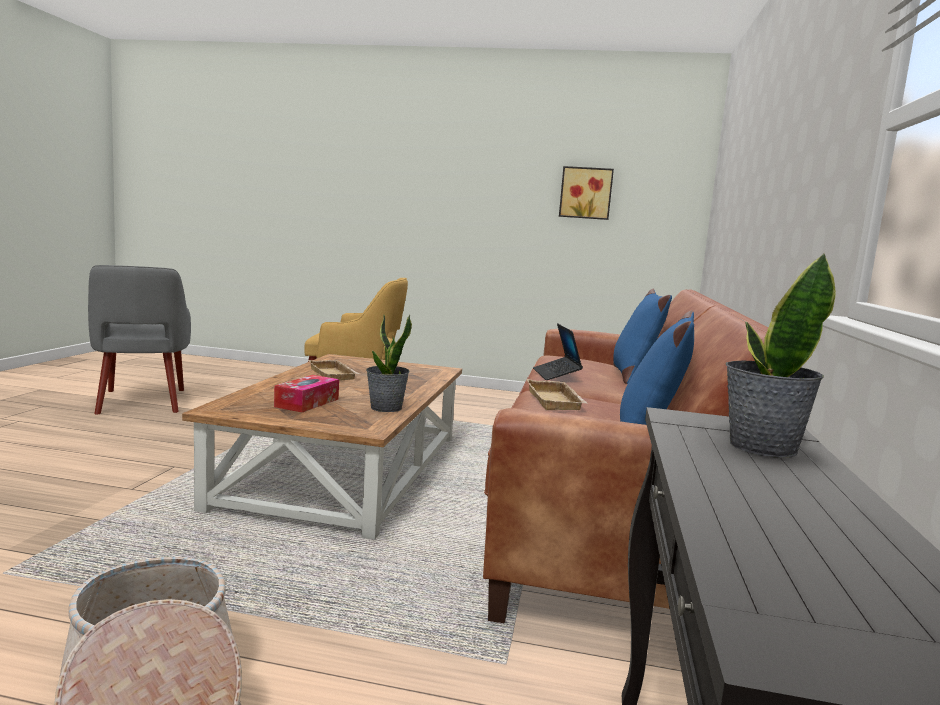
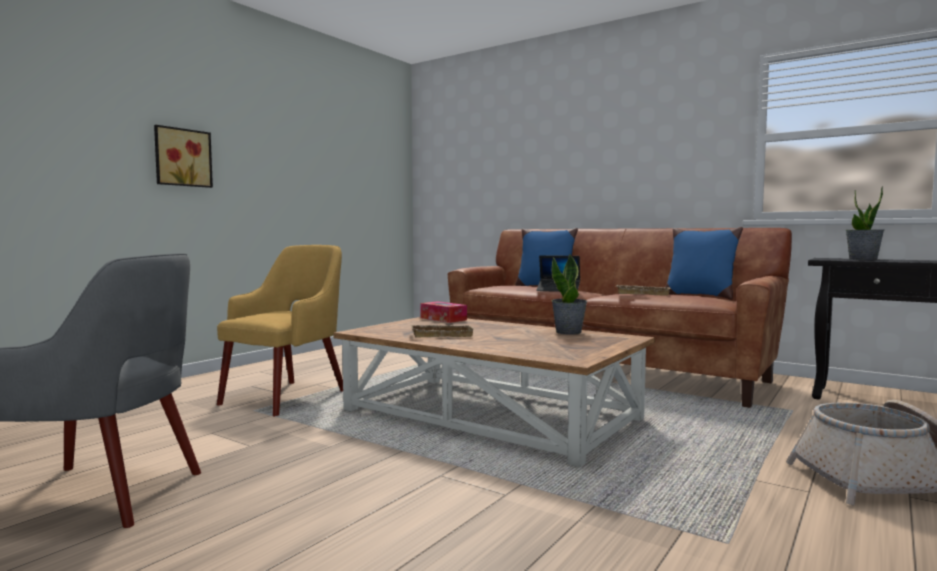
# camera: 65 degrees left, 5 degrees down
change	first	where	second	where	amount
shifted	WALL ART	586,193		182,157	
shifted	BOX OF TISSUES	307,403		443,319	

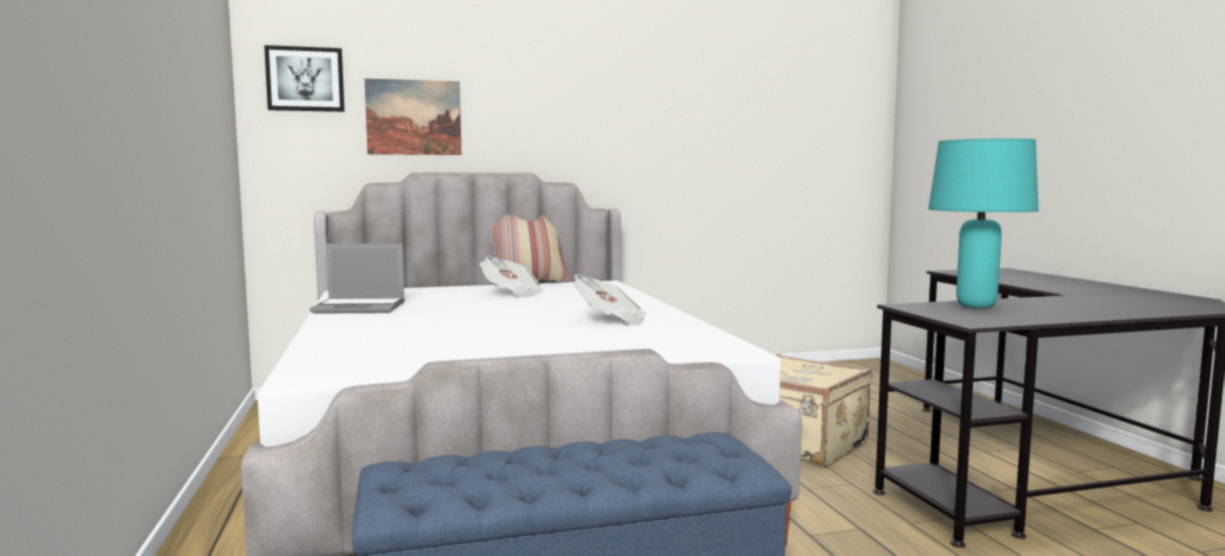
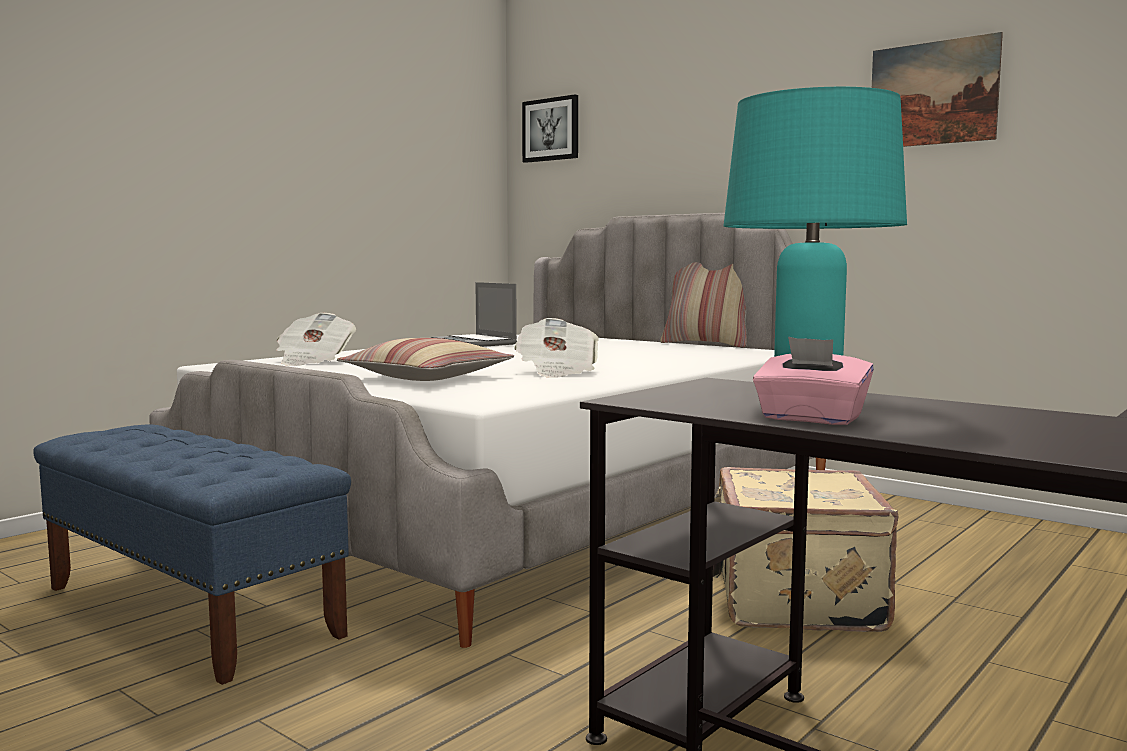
# camera: 55 degrees right, 0 degrees up
change	first	where	second	where	amount
shifted	WALL ART	413,117		933,93	
shifted	DAILY PAPER	511,293		313,361	
new			PINK BOX OF TISSUES	810,419	
new			PILLOW	427,377	

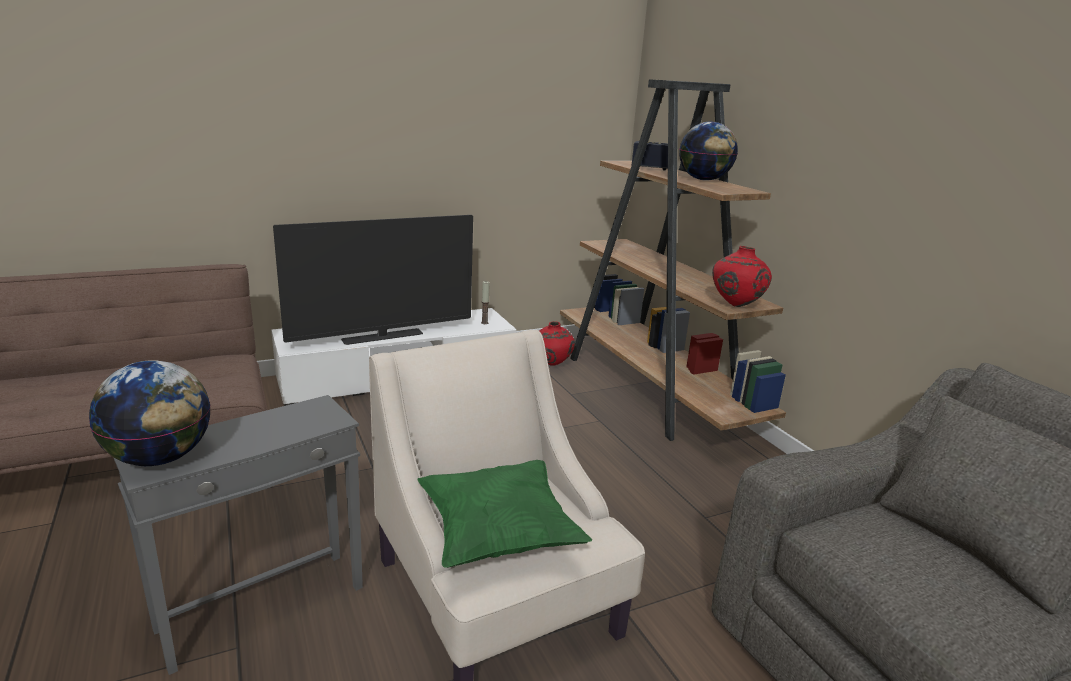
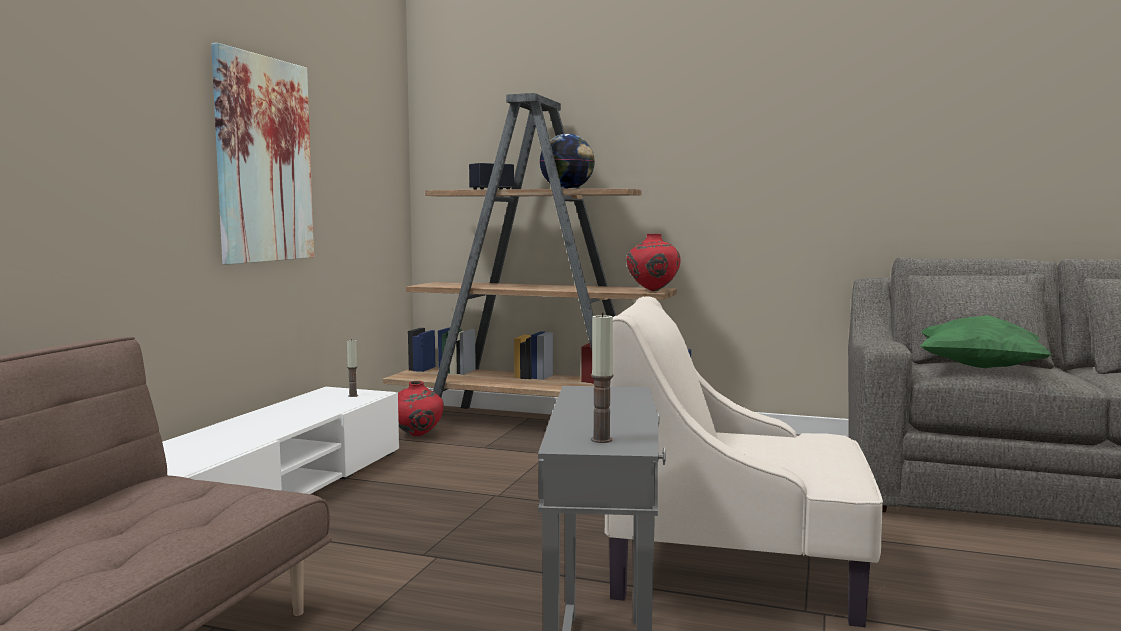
# camera: 45 degrees left, 15 degrees down
change	first	where	second	where	amount
gone	TELEVISION	382,337			
swapped	GLOBE	160,458	WAX CANDLE	601,440	
shifted	GREENISH PILLOW	498,535		979,368	
new			WALL ART	264,160	

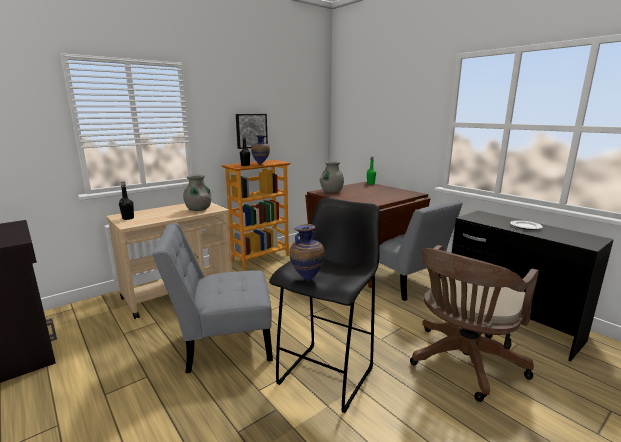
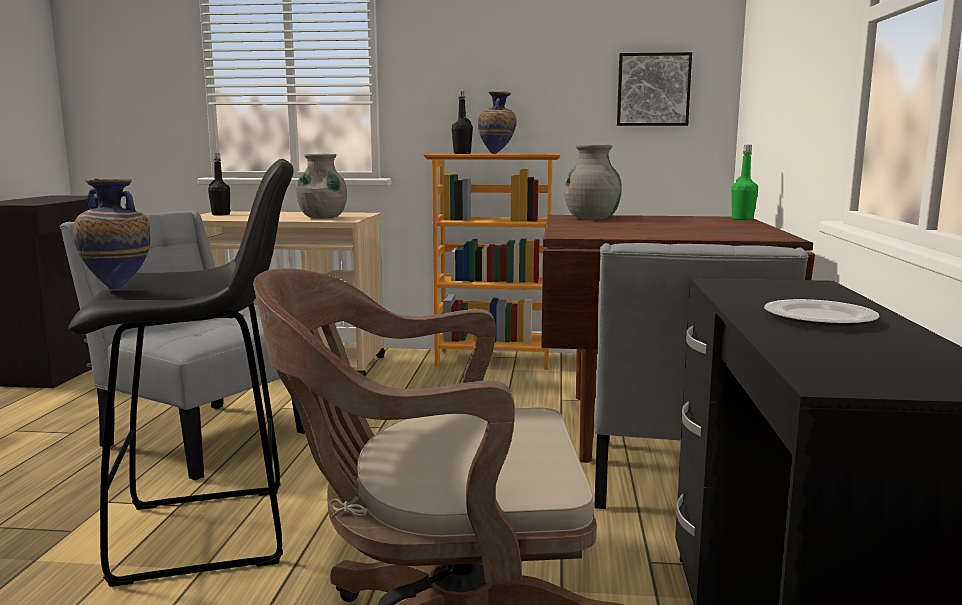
# camera: 45 degrees right, 5 degrees down
change	first	where	second	where	amount
shifted	WALL ART	251,130		653,90	

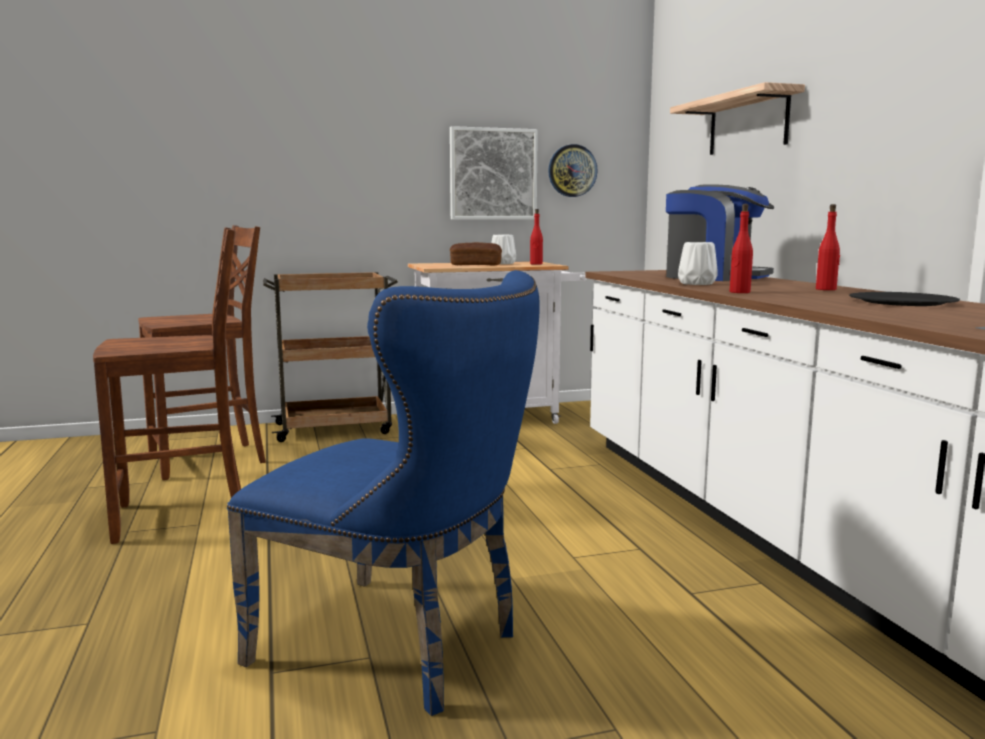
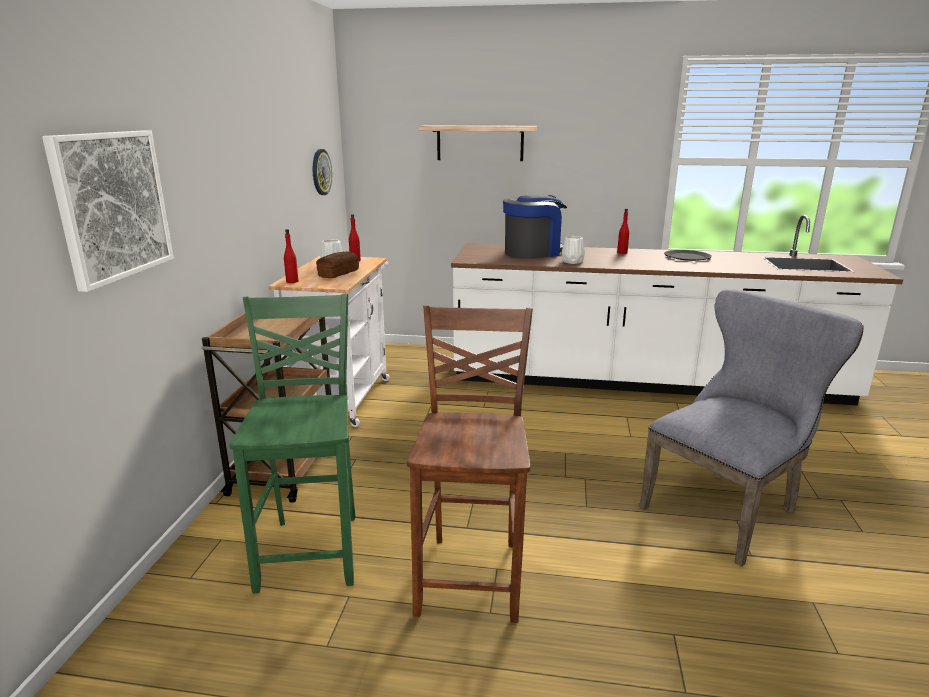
# camera: 65 degrees left, 10 degrees up
change	first	where	second	where	amount
shifted	WALL ART	493,174		112,206	
shifted	RED-COLOURED BOTTLE	739,292		292,281	
repainted	BROWN-COLOURED PLAIN CHAIR	210,460	GREENISH PLAIN CHAIR	313,550	
repainted	BLUE-COLOURED PLAIN CHAIR	403,647	GRAY PLAIN CHAIR	727,508	

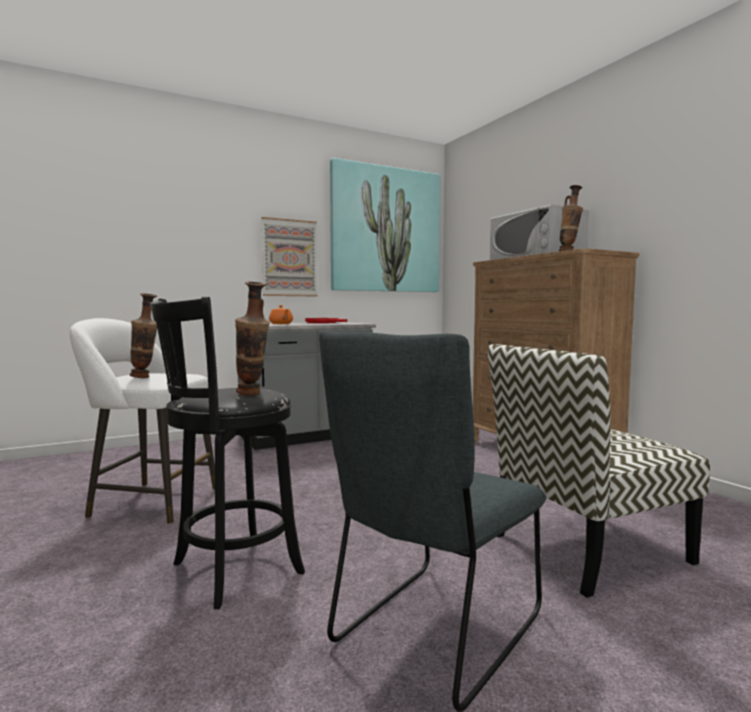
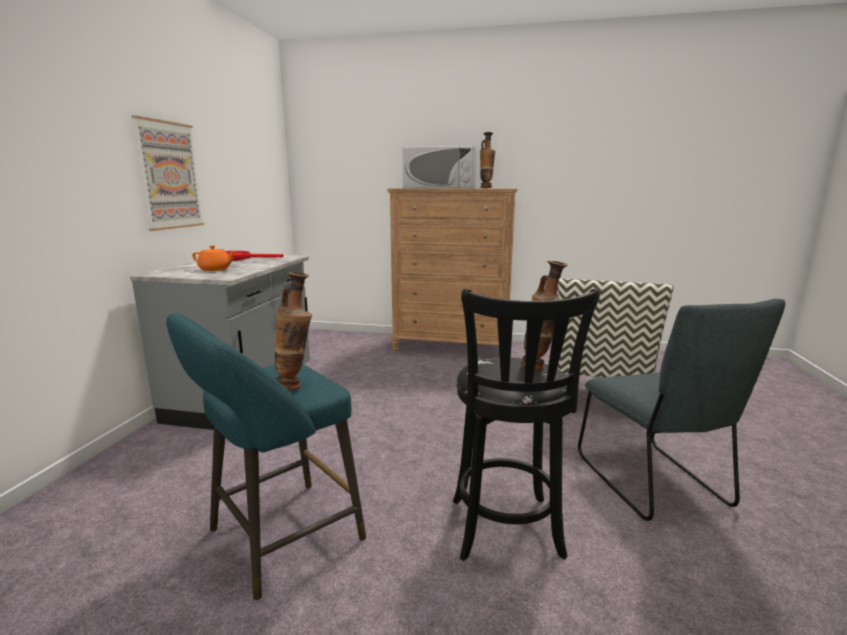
# camera: 50 degrees left, 10 degrees up
change	first	where	second	where	amount
gone	WALL ART	385,230			
repainted	WHITE-COLOURED SITTING STOOL	149,502	TURQUOISE-COLOURED SITTING STOOL	278,539	

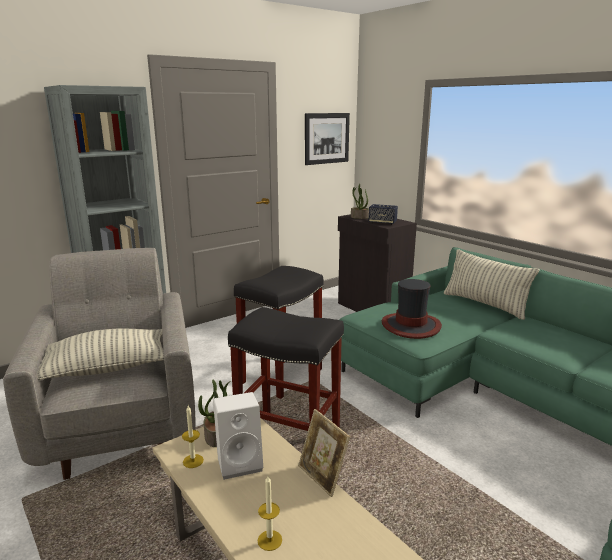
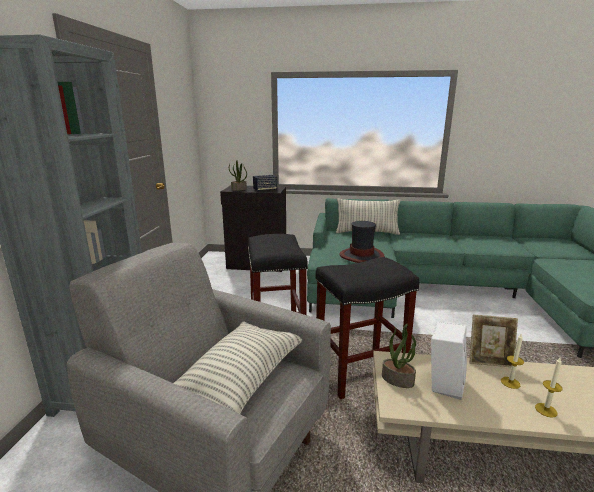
# camera: 45 degrees left, 0 degrees up
change	first	where	second	where	amount
gone	WALL ART	327,138			
shifted	WAX CANDLE	193,461		510,382	

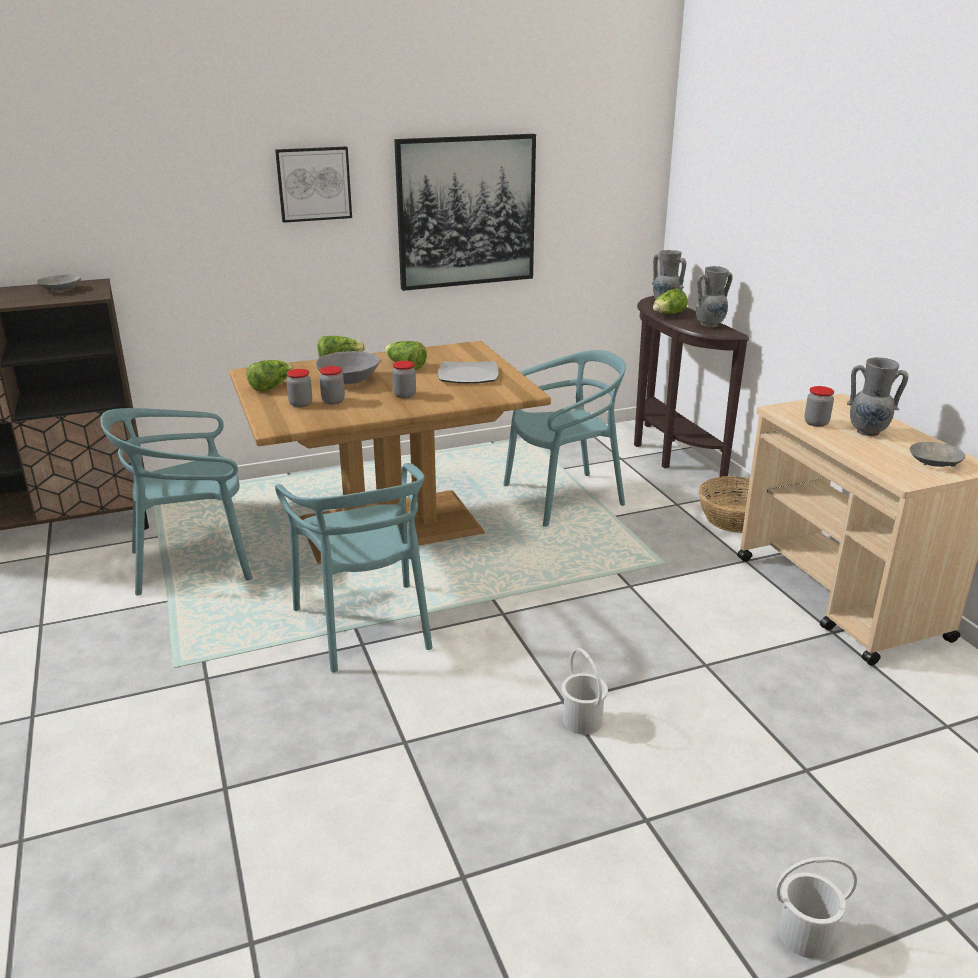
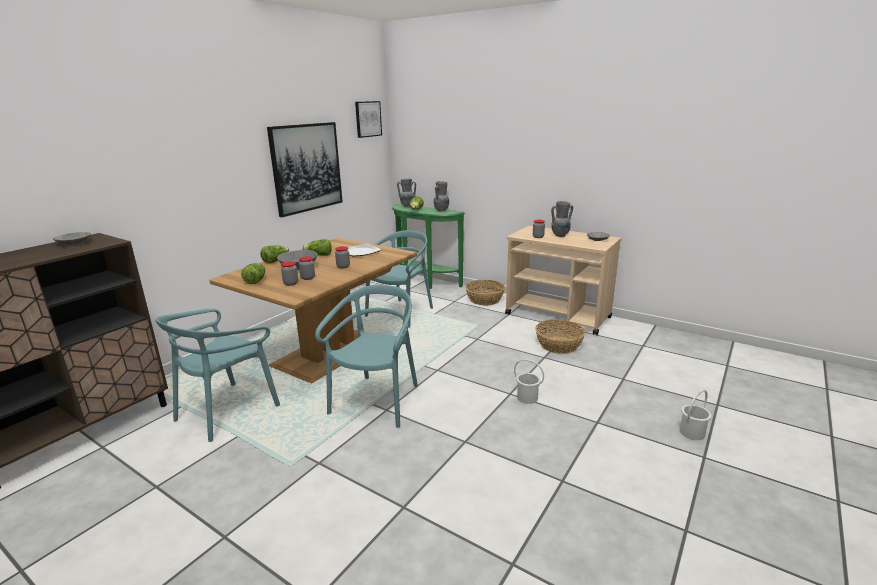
# camera: 35 degrees left, 5 degrees down
change	first	where	second	where	amount
shifted	WALL ART	314,184		368,119	
repainted	BROWN-COLOURED HALL TABLE	668,453	GREENISH HALL TABLE	424,282	
rotated	TURQUOISE-COLOURED PLAIN CHAIR	365,626		377,401	105 degrees counterclockwise
new			HOUSEHOLD BASKET	559,345	

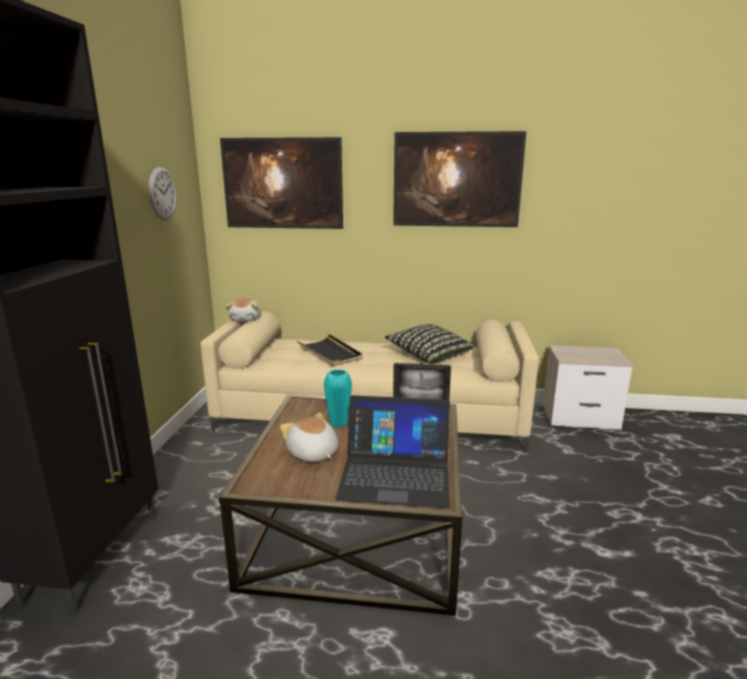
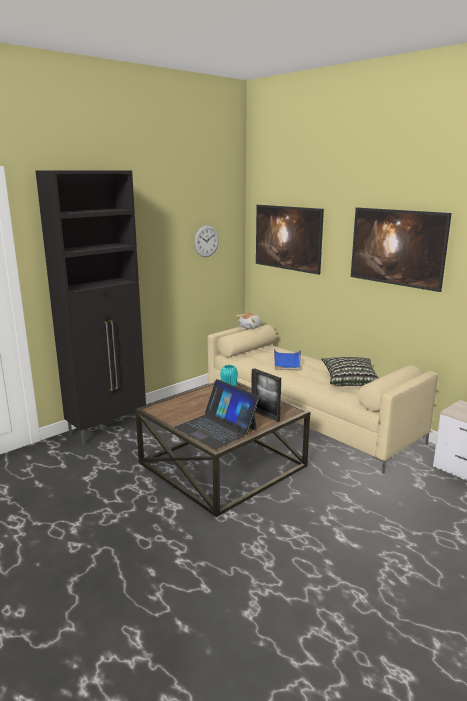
# camera: 40 degrees right, 0 degrees up
change	first	where	second	where	amount
repainted	BLACK TRAY	330,352	BLUE-COLOURED TRAY	287,361	
gone	CUDDLY TOY	312,454			

